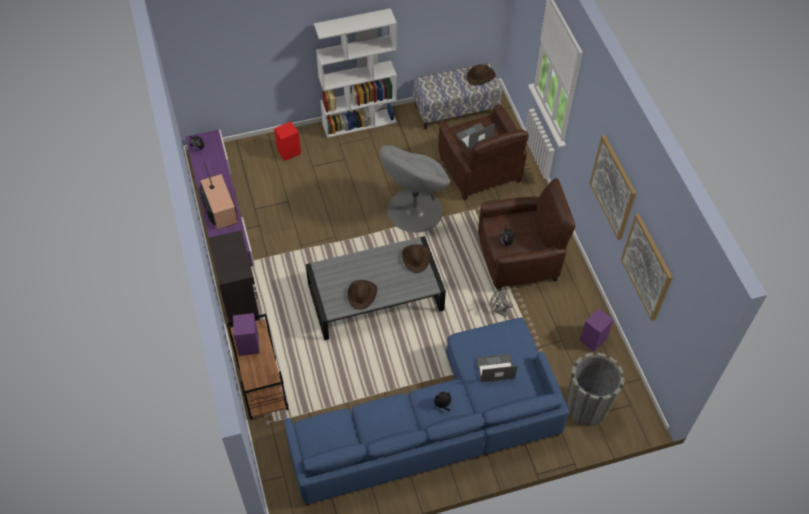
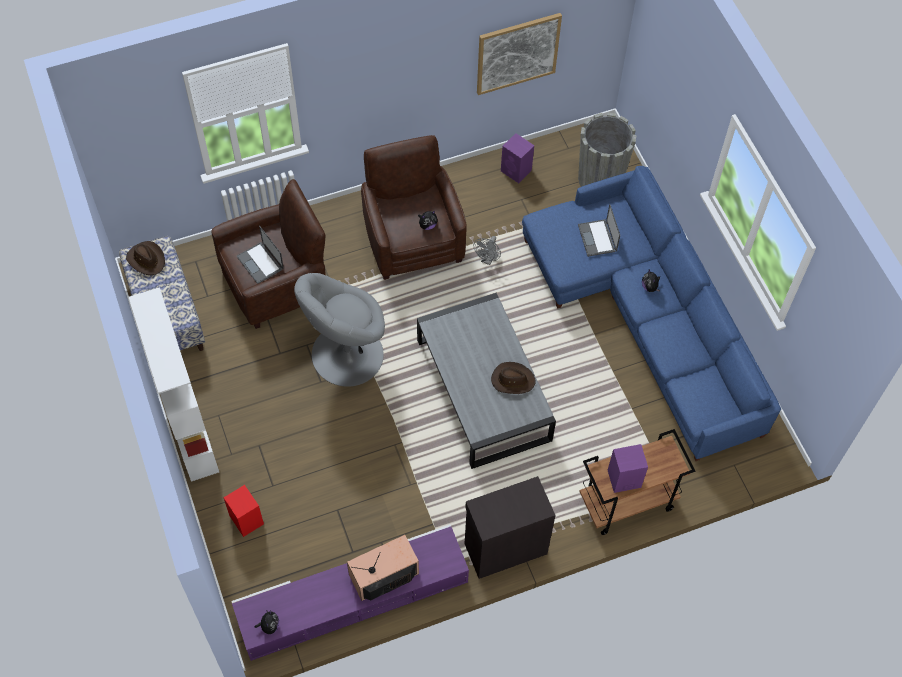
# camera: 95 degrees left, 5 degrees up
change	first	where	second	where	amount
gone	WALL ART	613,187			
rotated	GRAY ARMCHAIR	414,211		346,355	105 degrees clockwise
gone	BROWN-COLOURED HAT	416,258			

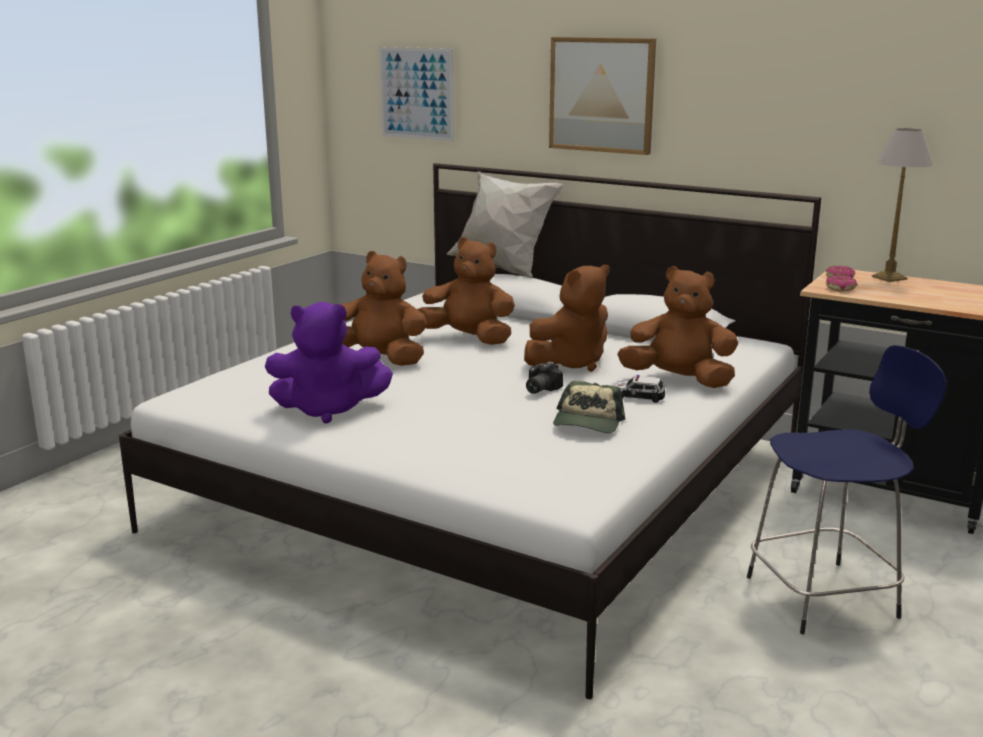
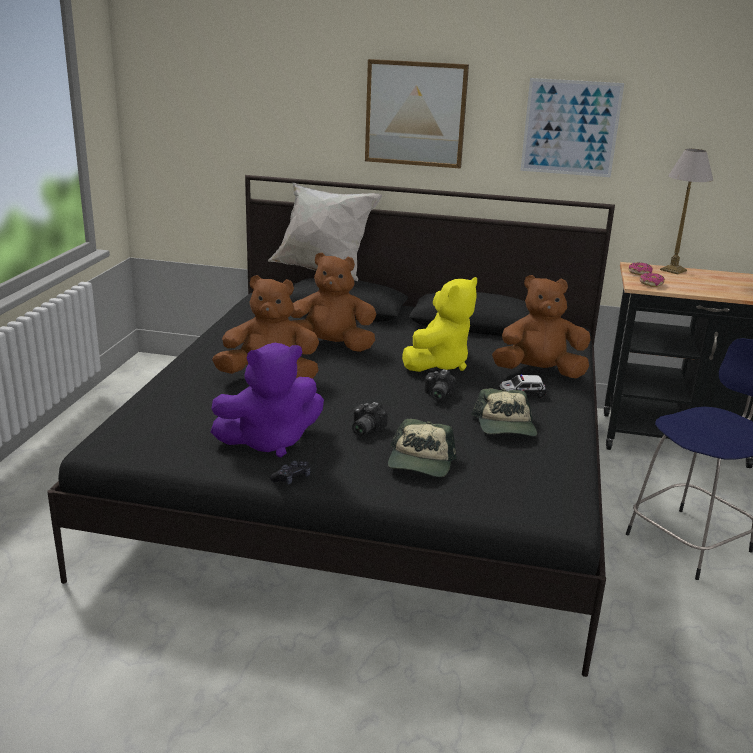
# camera: 20 degrees left, 5 degrees up
change	first	where	second	where	amount
shifted	WALL ART	416,93		570,128	
repainted	WHITE-COLOURED BED	492,487	BLACK BED	373,478	
repainted	BROWN-COLOURED CUDDLY TOY	571,363	YELLOW CUDDLY TOY	438,363	
new			STILL CAMERA	364,429	
new			BASEBALL CAP	420,462	
new			BLACK GAME CONTROLLER	292,478	

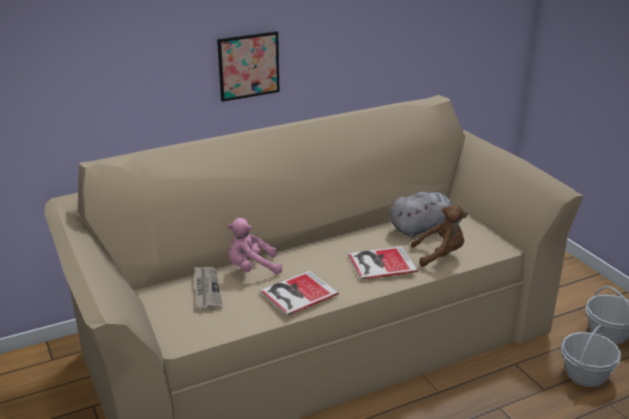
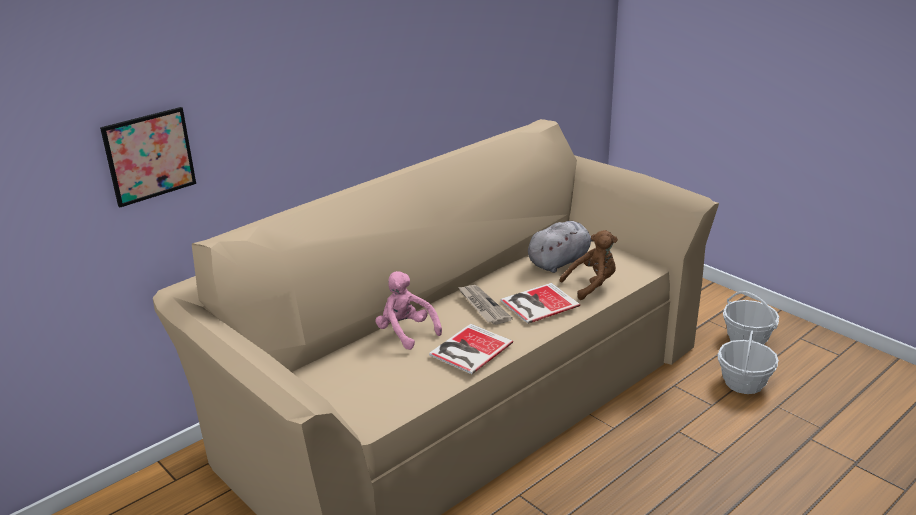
# camera: 15 degrees left, 0 degrees up
change	first	where	second	where	amount
shifted	WALL ART	248,66		149,156	
rotated	PINK CUDDLY TOY	252,268		406,332	75 degrees clockwise
shifted	DAILY PAPER	206,290		483,306	

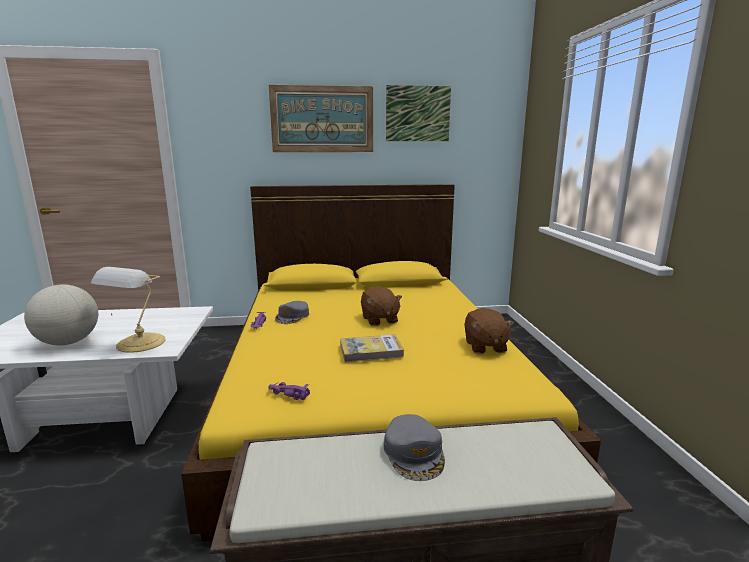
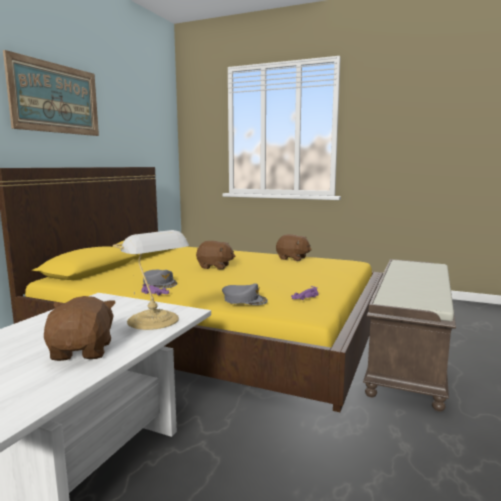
# camera: 60 degrees left, 5 degrees down
change	first	where	second	where	amount
gone	WALL ART	418,113			
swapped	GLOBE	68,342	BROWN-COLOURED CUDDLY TOY	83,351	
gone	VOLUME	371,351			
shifted	GRAY BASEBALL CAP	414,453		244,300	

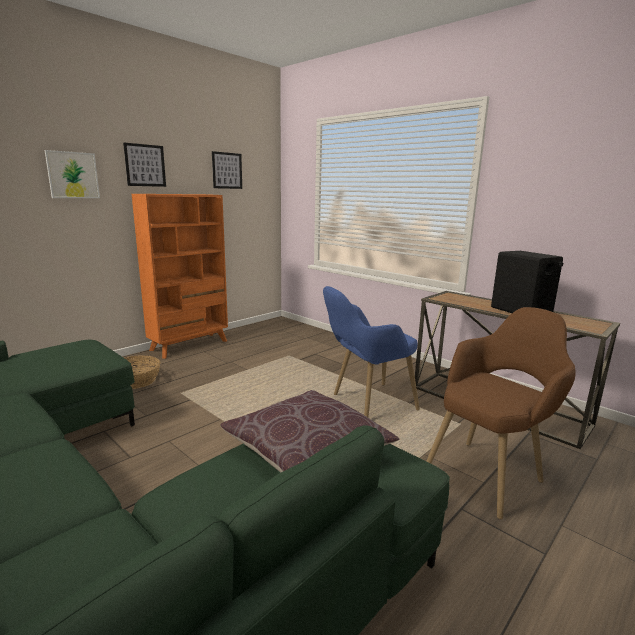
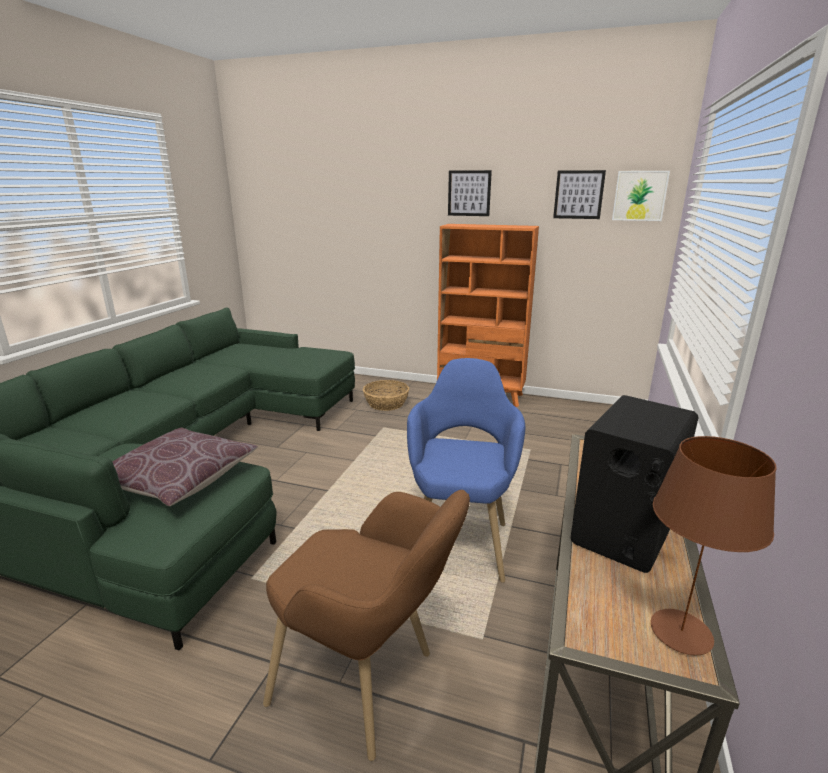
# camera: 65 degrees right, 5 degrees up
change	first	where	second	where	amount
shifted	WALL ART	73,175		639,196	
rotated	BLUE-COLOURED ARMCHAIR	365,404		460,536	60 degrees clockwise
new			BROWN-COLOURED LAMP FOR A TABLE	681,630	

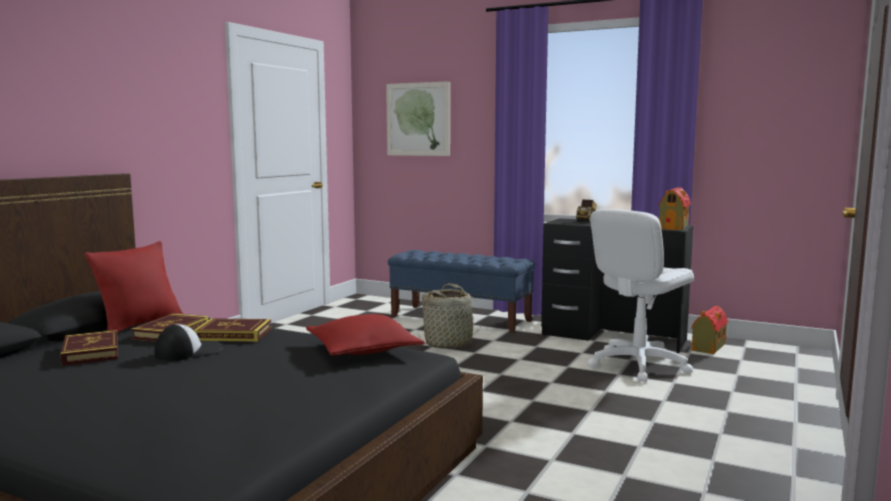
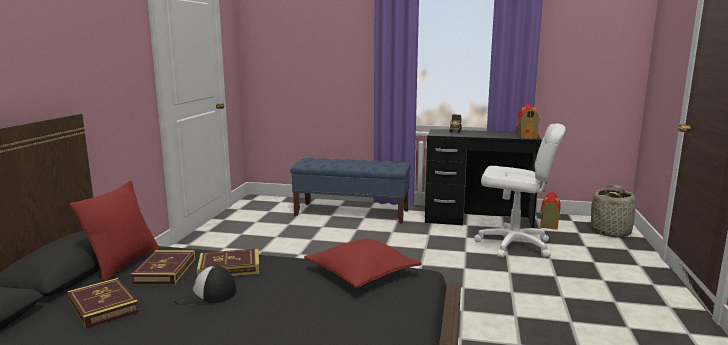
# camera: 15 degrees left, 5 degrees up
change	first	where	second	where	amount
gone	WALL ART	418,119			
rotated	WHITE-COLOURED DESK CHAIR	637,365		514,245	105 degrees counterclockwise
shifted	HOUSEHOLD BASKET	448,343		611,232	
rotated	BASEBALL CAP	189,352		204,294	135 degrees counterclockwise

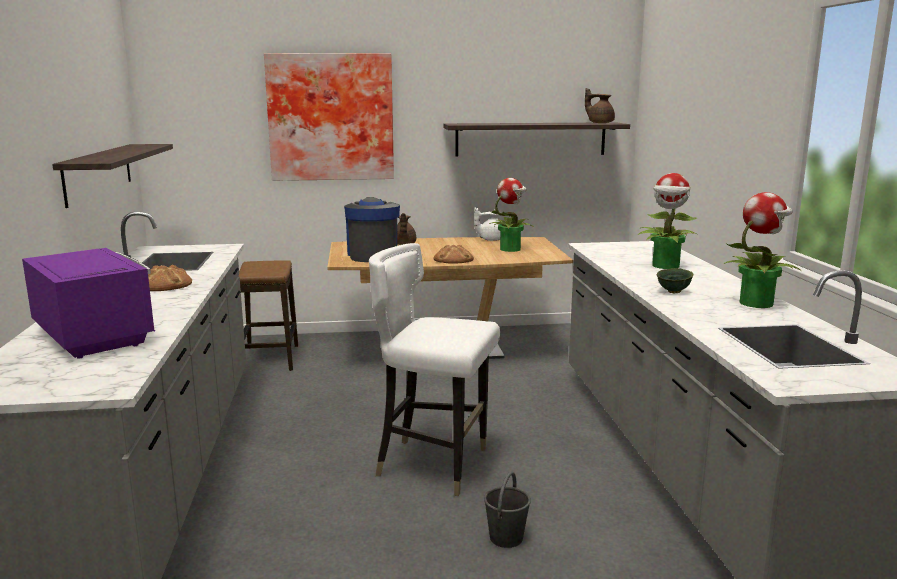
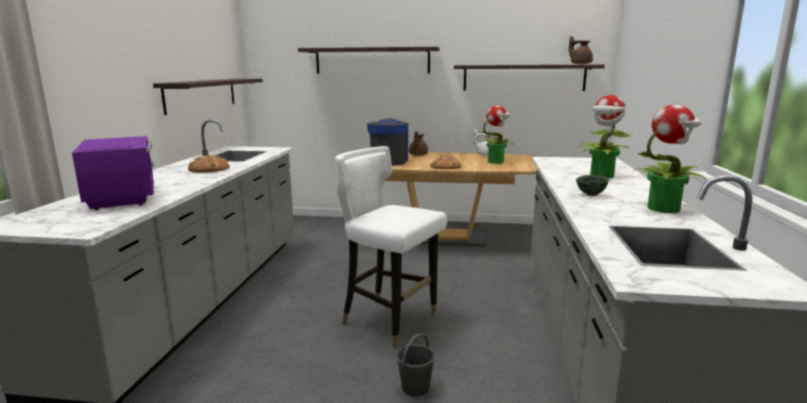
# camera: 15 degrees right, 0 degrees up
change	first	where	second	where	amount
swapped	WALL ART	331,117	SHELF	372,61	
gone	SITTING STOOL	269,359			

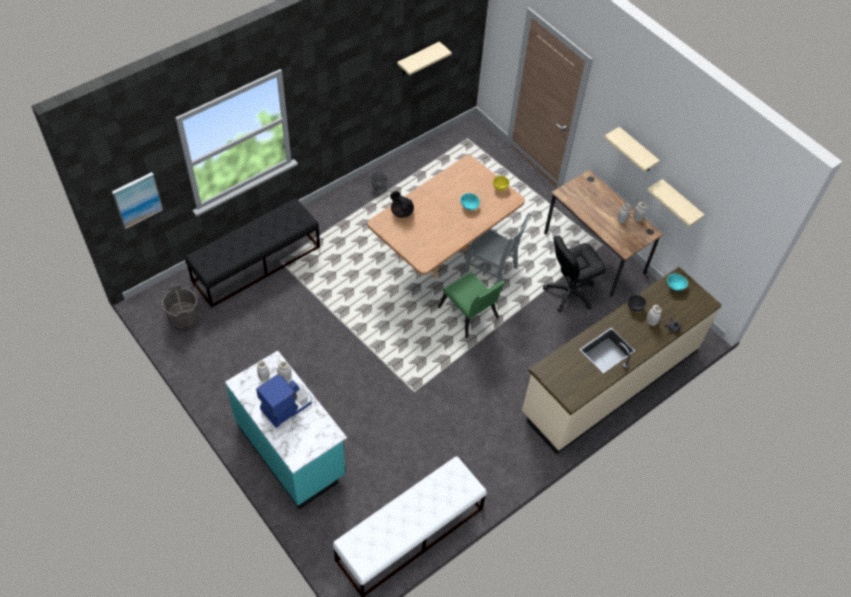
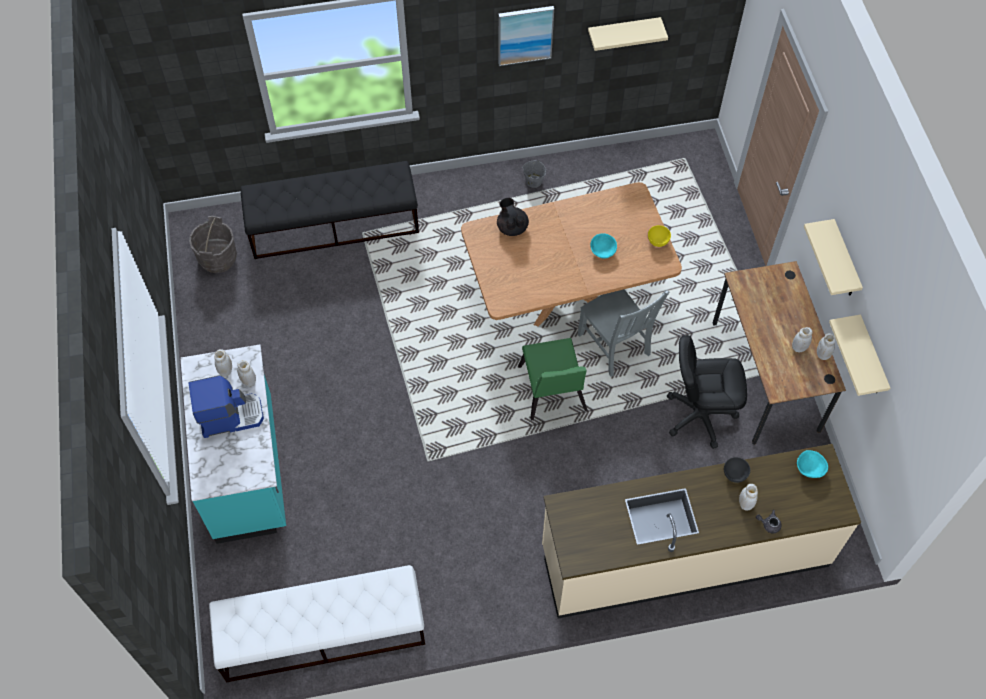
# camera: 30 degrees right, 5 degrees up
change	first	where	second	where	amount
shifted	WALL ART	137,199		525,34	

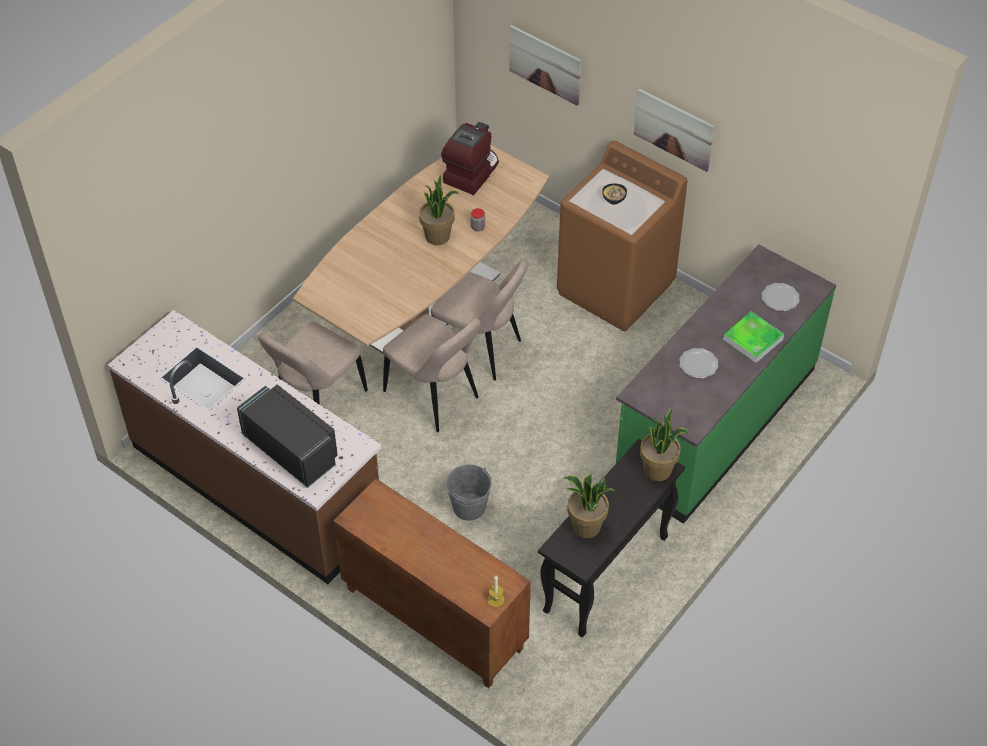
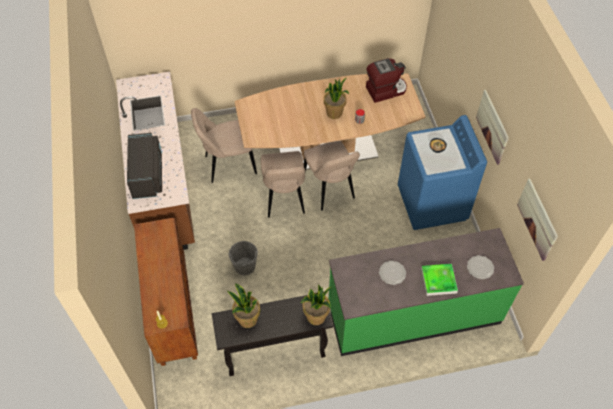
# camera: 40 degrees right, 5 degrees up
change	first	where	second	where	amount
shifted	WALL ART	545,64		537,219	
repainted	BROWN-COLOURED LAUNDRY APPLIANCE	616,288	BLUE-COLOURED LAUNDRY APPLIANCE	432,203	

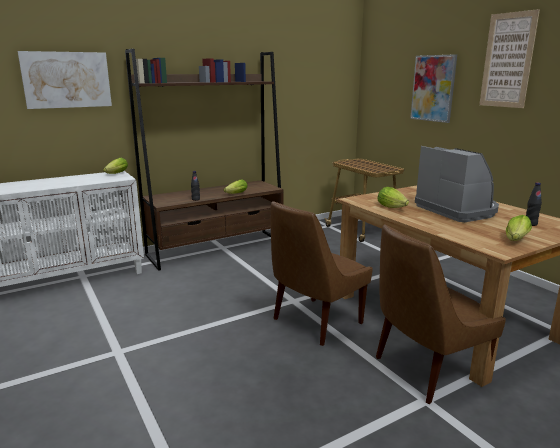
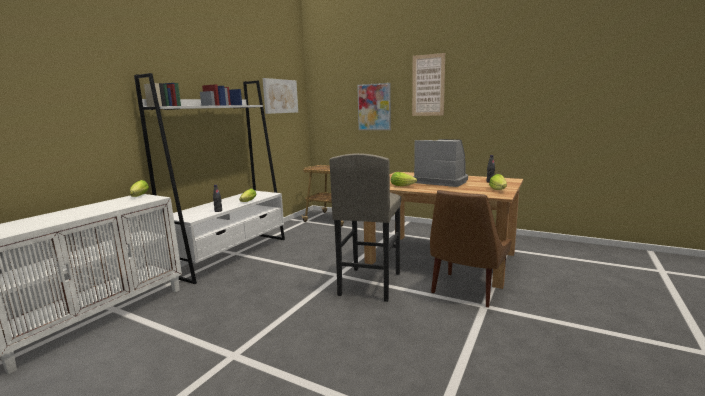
# camera: 30 degrees left, 5 degrees down
change	first	where	second	where	amount
repainted	BROWN-COLOURED BOOKCASE	217,249	WHITE-COLOURED BOOKCASE	232,255	
shifted	WALL ART	66,80		280,96	
swapped	BROWN-COLOURED PLAIN CHAIR	315,322	GRAY SITTING STOOL	369,284	

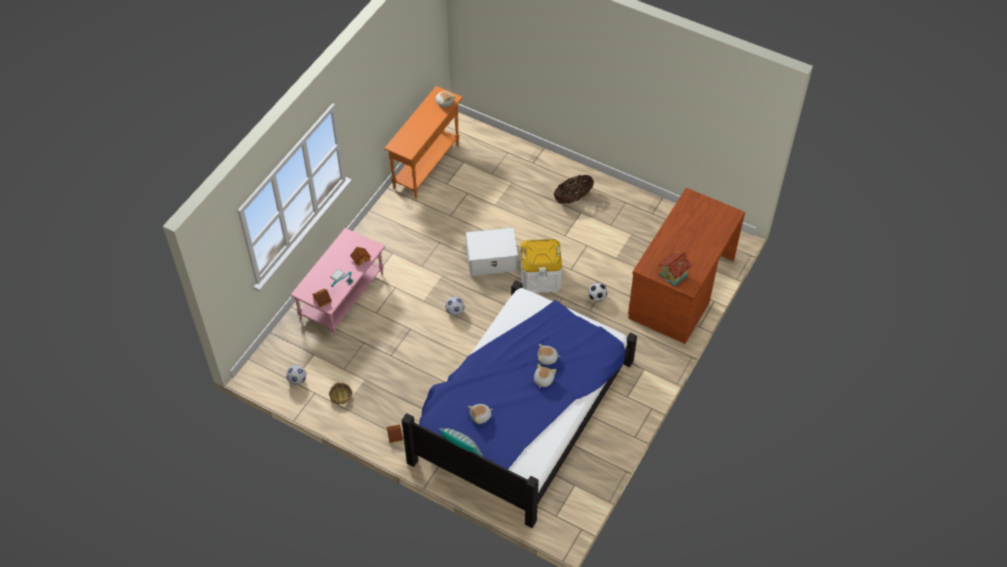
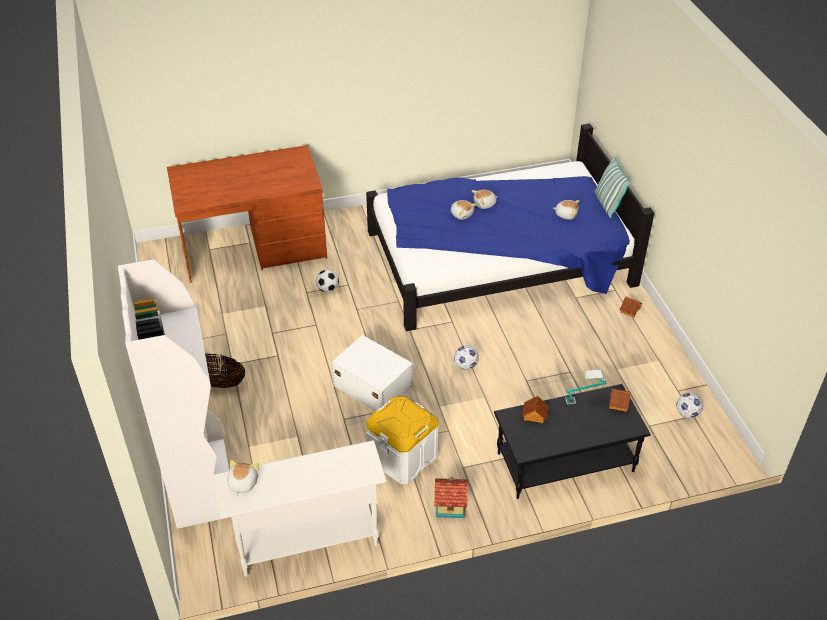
# camera: 135 degrees left, 10 degrees down
change	first	where	second	where	amount
repainted	ORANGEY HALL TABLE	426,166	WHITE-COLOURED HALL TABLE	307,542	
repainted	PINK LOW TABLE	342,296	BLACK LOW TABLE	565,461	
shifted	WHITE-COLOURED STORAGE CONTAINER	540,277		402,456	
shifted	MINIATURE HOUSE	674,275		450,505	
gone	HOUSEHOLD BASKET	341,397			
new			WHITE-COLOURED BOOKCASE	200,482	

